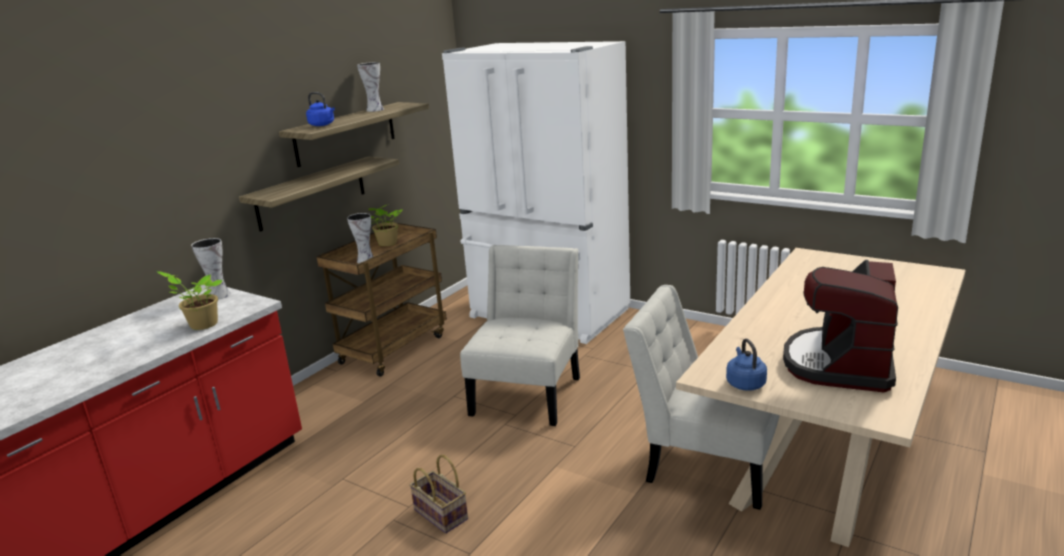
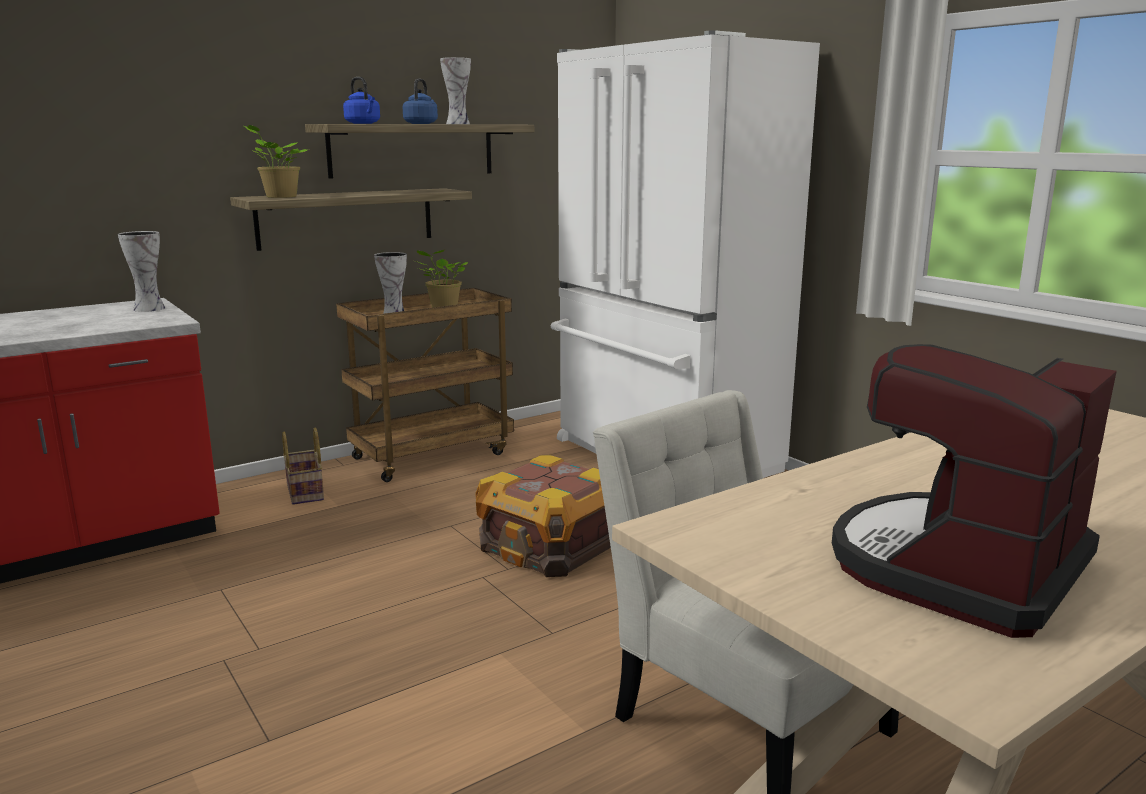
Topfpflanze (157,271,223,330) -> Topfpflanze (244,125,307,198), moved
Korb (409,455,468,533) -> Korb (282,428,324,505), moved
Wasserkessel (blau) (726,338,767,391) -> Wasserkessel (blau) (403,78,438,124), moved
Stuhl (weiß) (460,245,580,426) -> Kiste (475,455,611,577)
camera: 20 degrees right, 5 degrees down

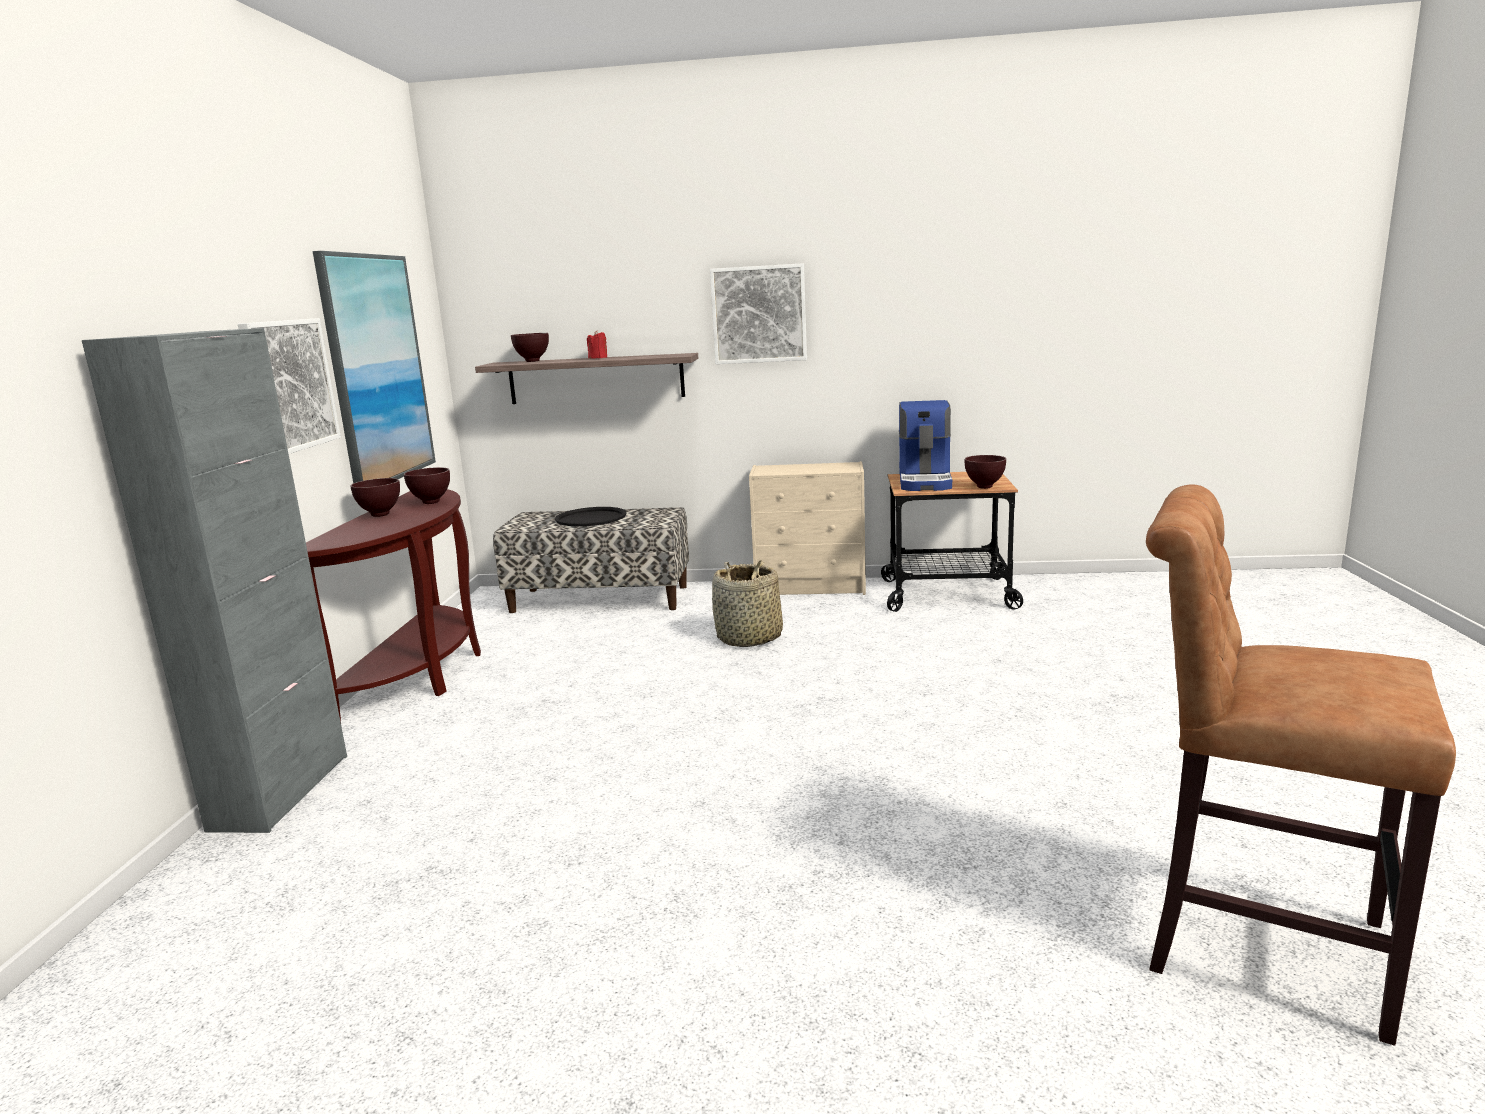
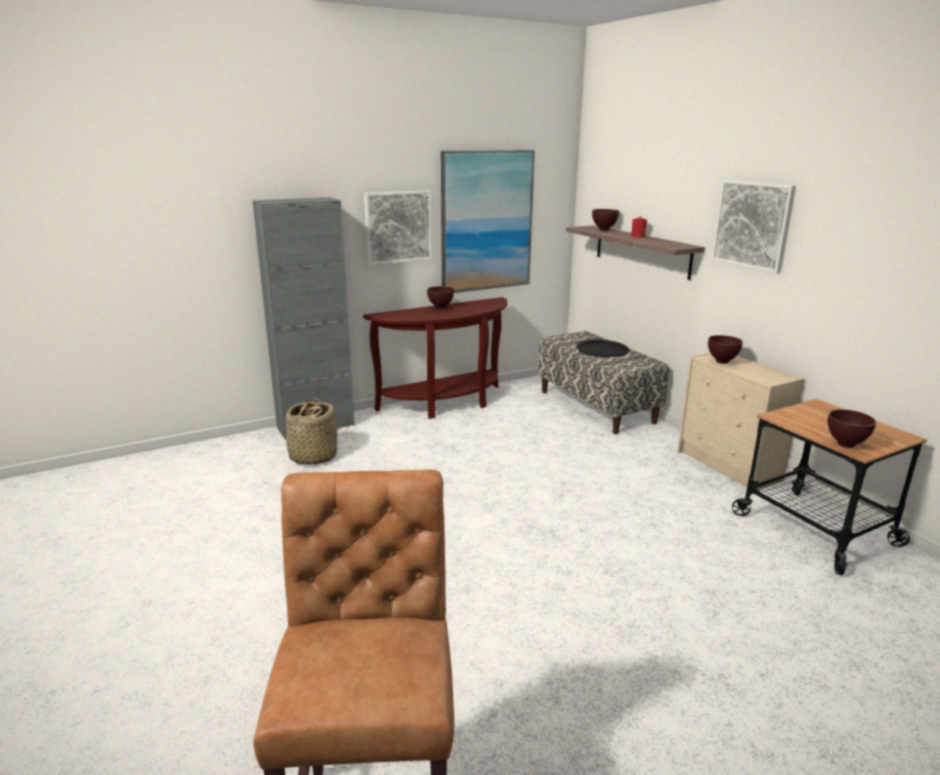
Kaffeemaschine (899,400,952,491) -> none
Schüssel (braun) (404,467,450,504) -> Schüssel (braun) (708,335,743,364), moved
Korb (712,560,783,647) -> Korb (285,398,337,465), moved
camera: 55 degrees right, 5 degrees up

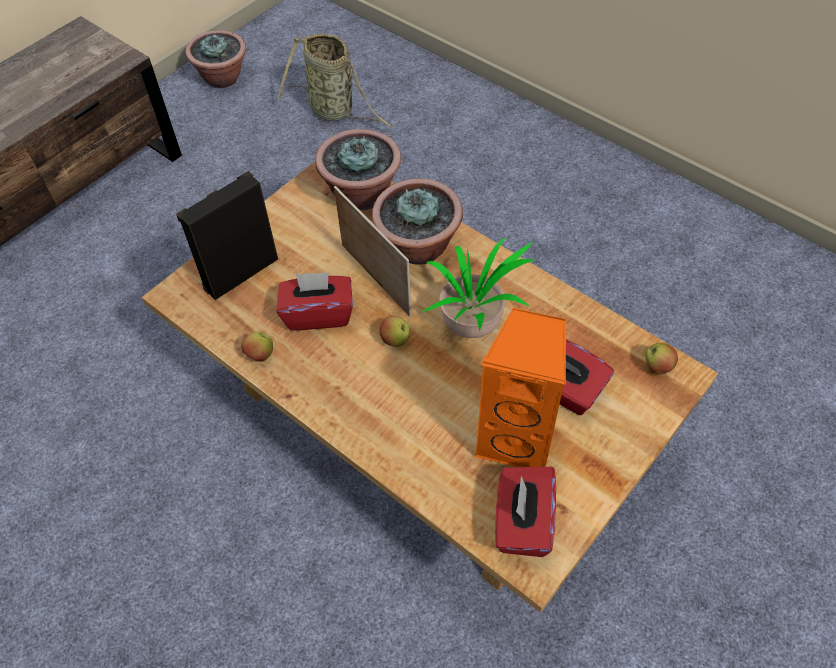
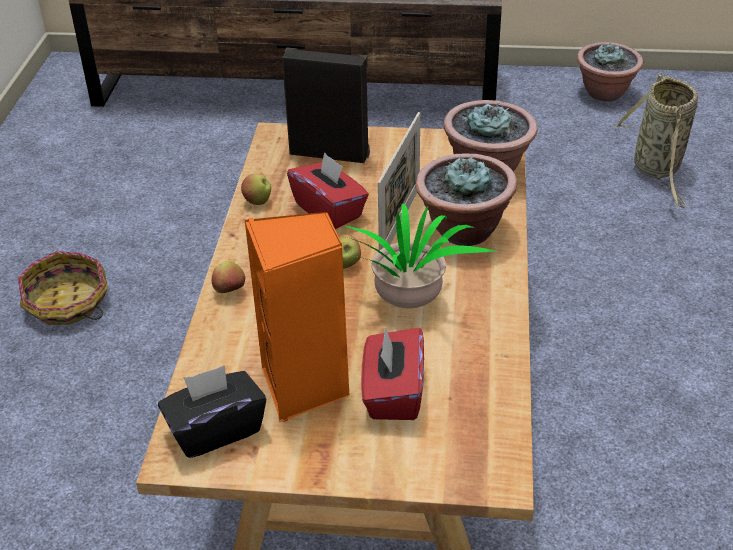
none -> Korb (18,251,108,325)
Apfel (645,343,678,375) -> Apfel (212,262,245,293), moved
Taschentuchbox (rot) (495,467,556,557) -> Taschentuchbox (schwarz) (158,365,266,458)
camera: 55 degrees right, 15 degrees down

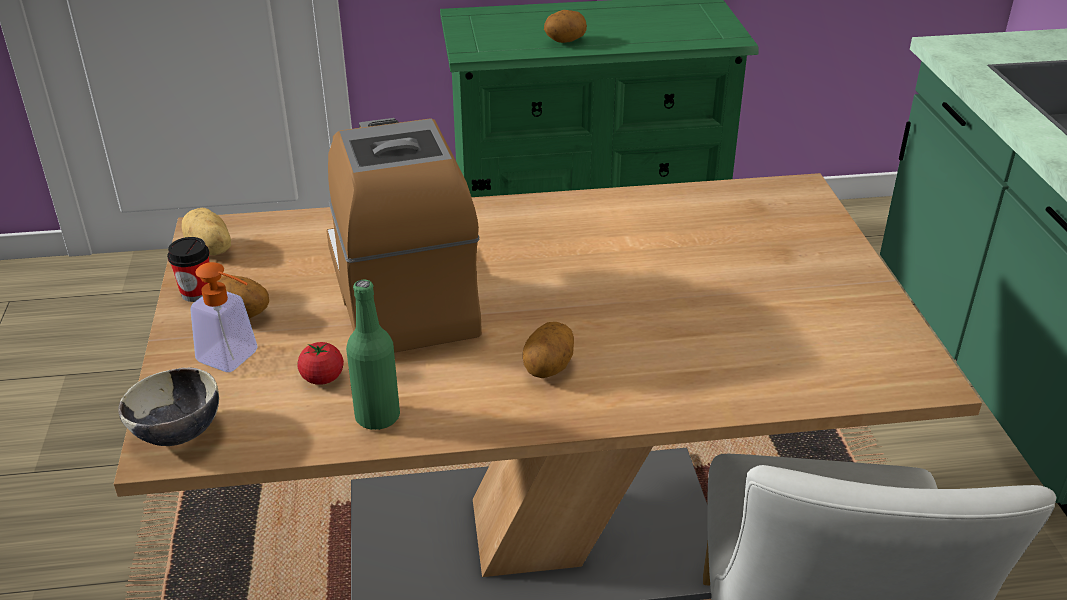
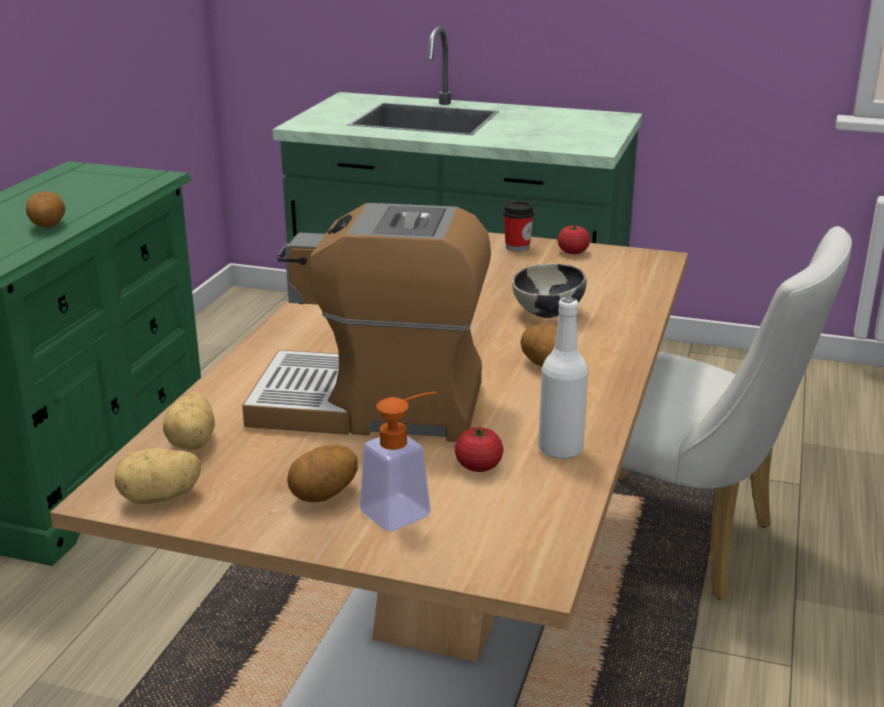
none -> Kartoffel (163,392,215,450)
none -> Tomate (557,225,590,254)
Schüssel (118,367,219,446) -> Schüssel (512,263,587,318), moved
Tasse (167,237,209,302) -> Tasse (503,201,534,251), moved
Flasche (grün) (346,280,400,430) -> Flasche (weiß) (538,297,588,459)
camera: 65 degrees left, 10 degrees down

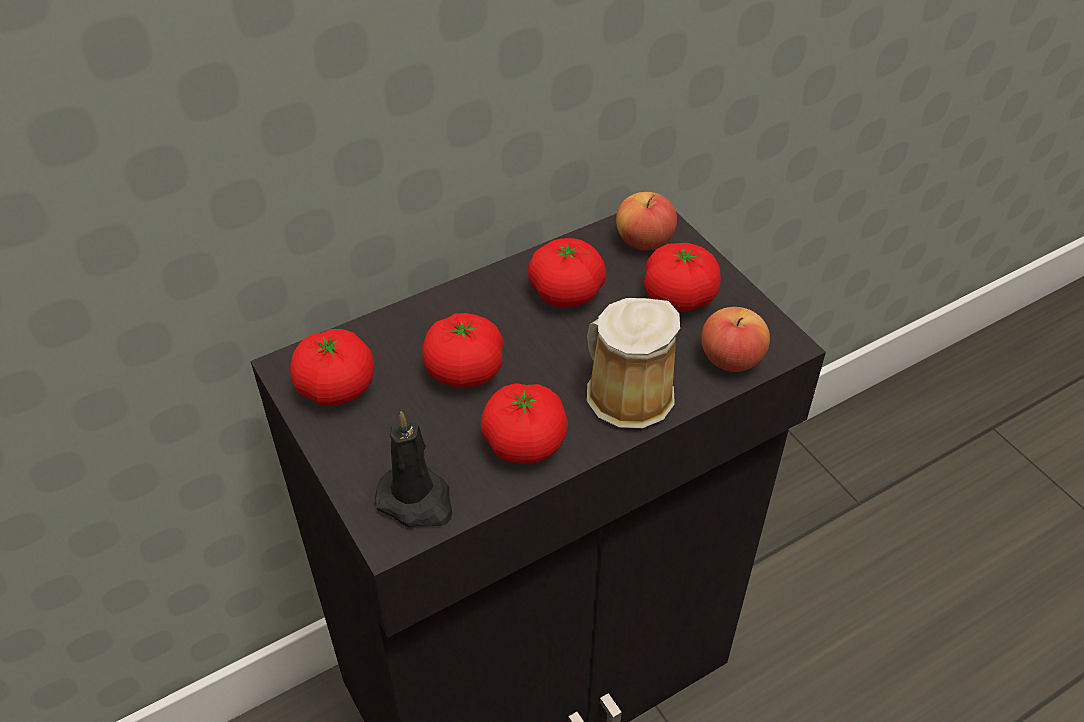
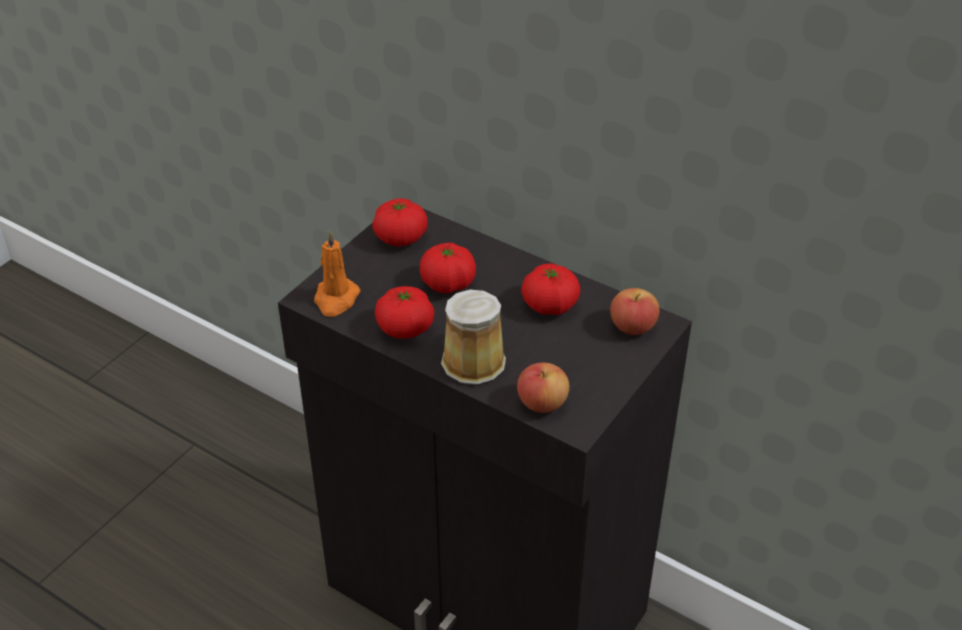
Tomate (644,243,721,312) -> none
Kerze (schwarz) (375,411,452,527) -> Kerze (orange) (314,230,360,317)
camera: 65 degrees right, 5 degrees down

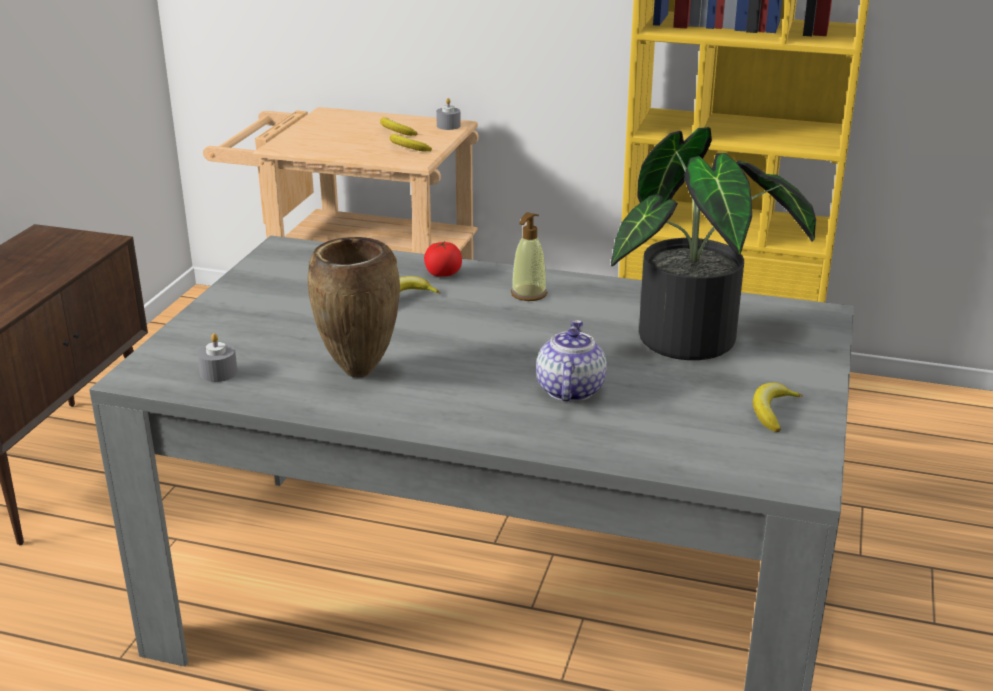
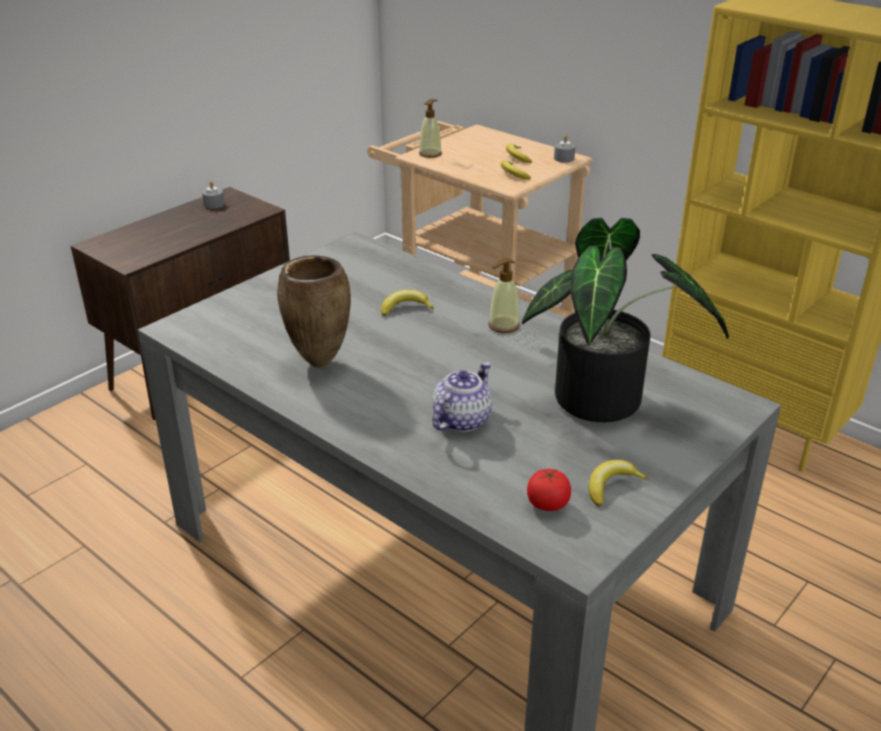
none -> Seifenspender (419,99,442,158)
Kerze (grau) (197,333,238,382) -> Kerze (grau) (202,181,225,209), moved
Tomate (424,241,462,277) -> Tomate (527,469,571,511), moved
camera: 25 degrees right, 5 degrees up

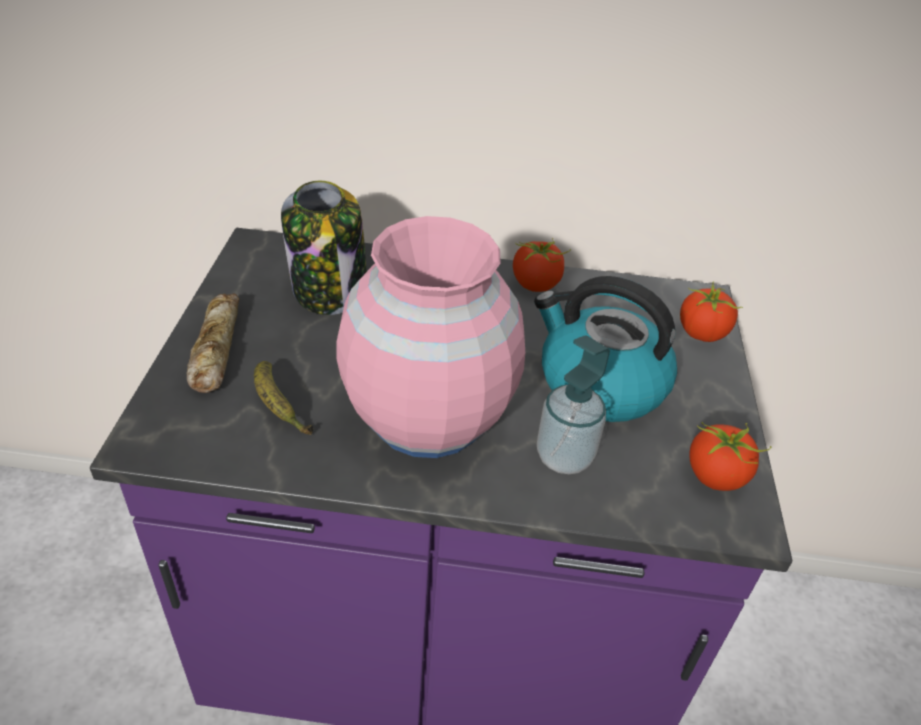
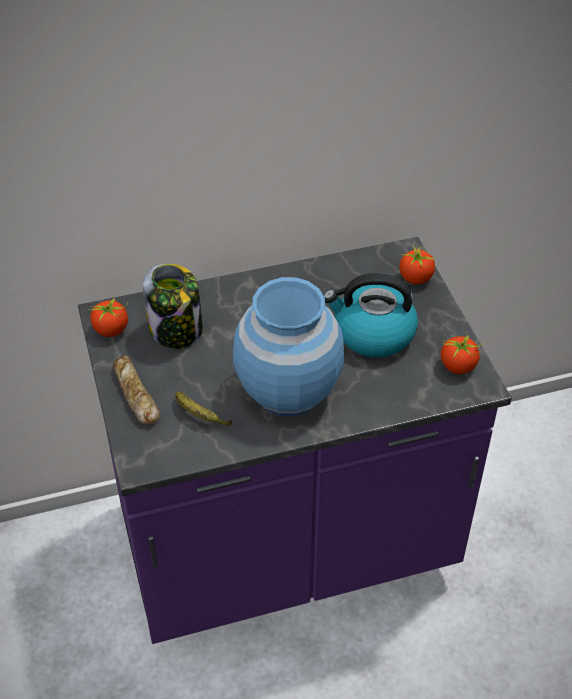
Seifenspender (537,335,610,474) -> none
Tomate (513,238,571,292) -> Tomate (88,296,128,337), moved
Vase (rosa) (336,216,525,458) -> Vase (blau) (233,277,344,416)
camera: 20 degrees left, 5 degrees up

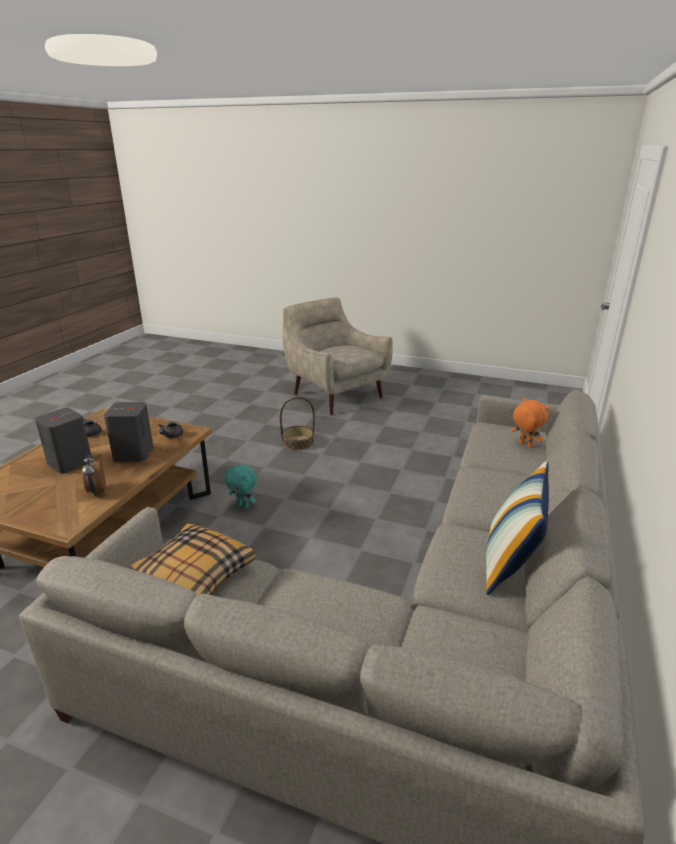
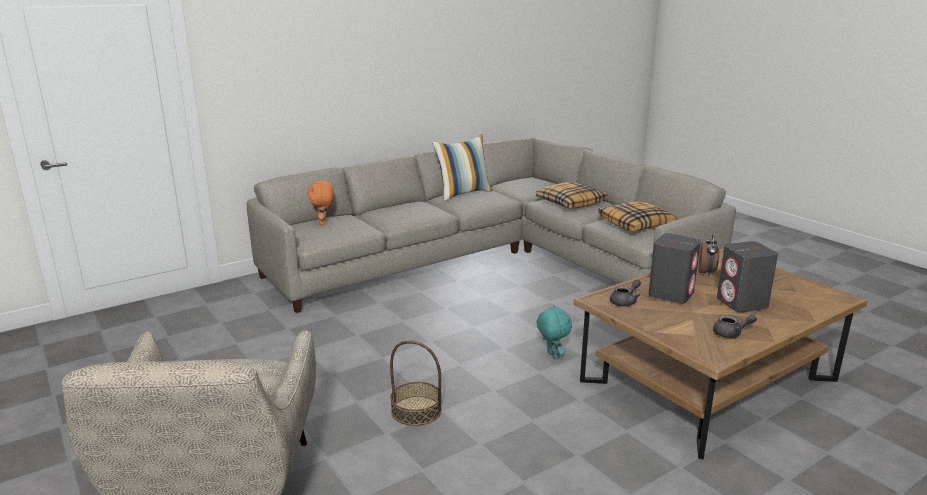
none -> Kissen (536,182,607,208)
camera: 145 degrees left, 5 degrees down

